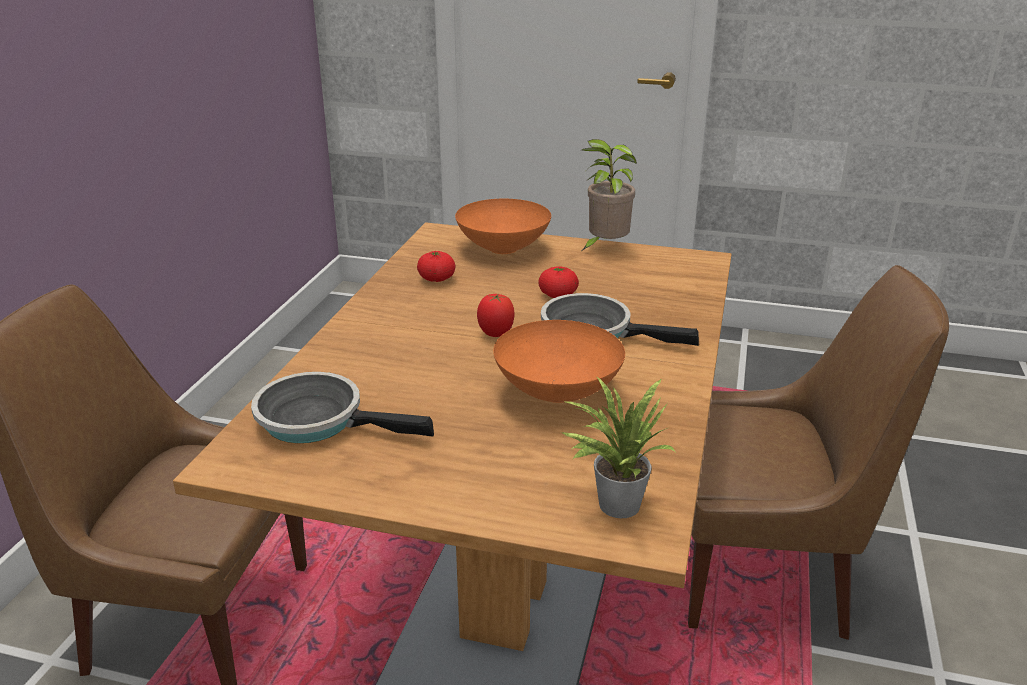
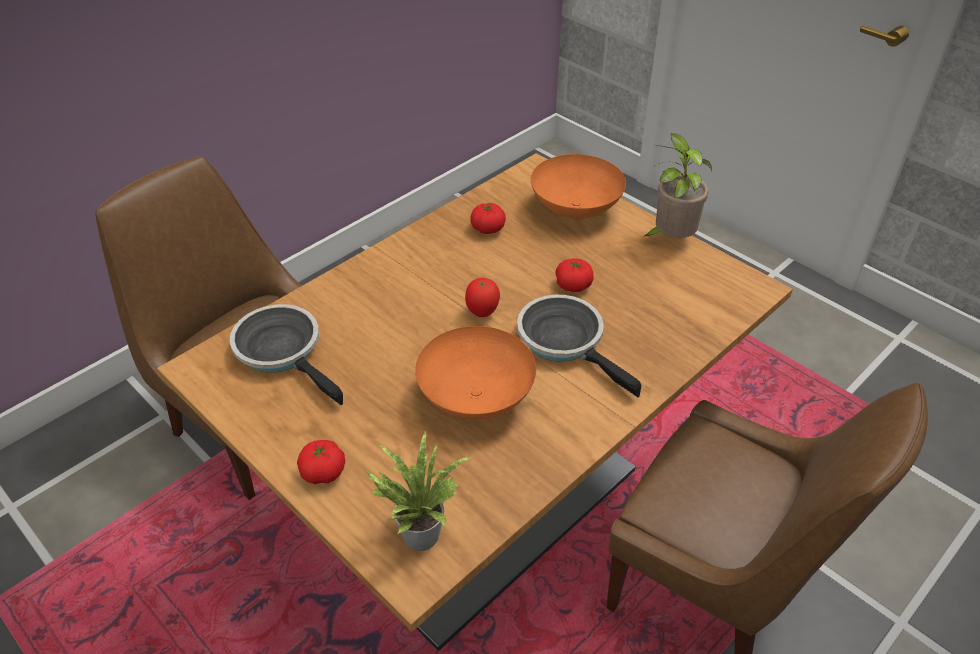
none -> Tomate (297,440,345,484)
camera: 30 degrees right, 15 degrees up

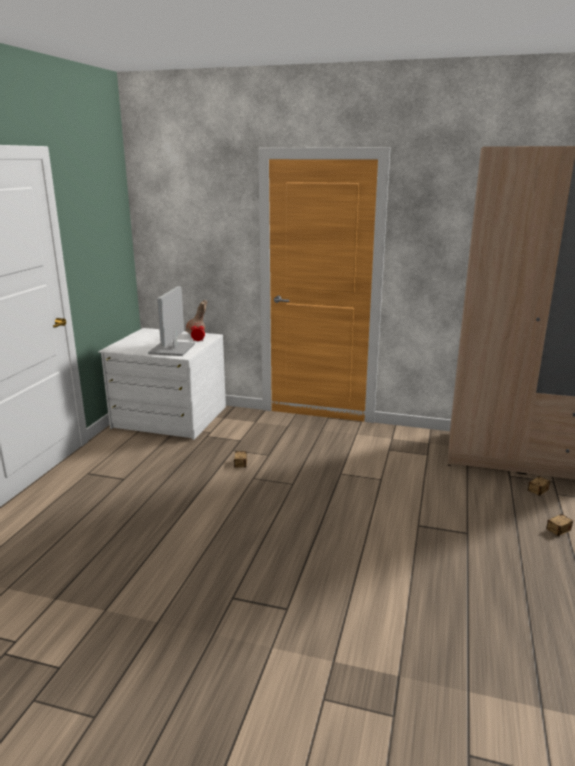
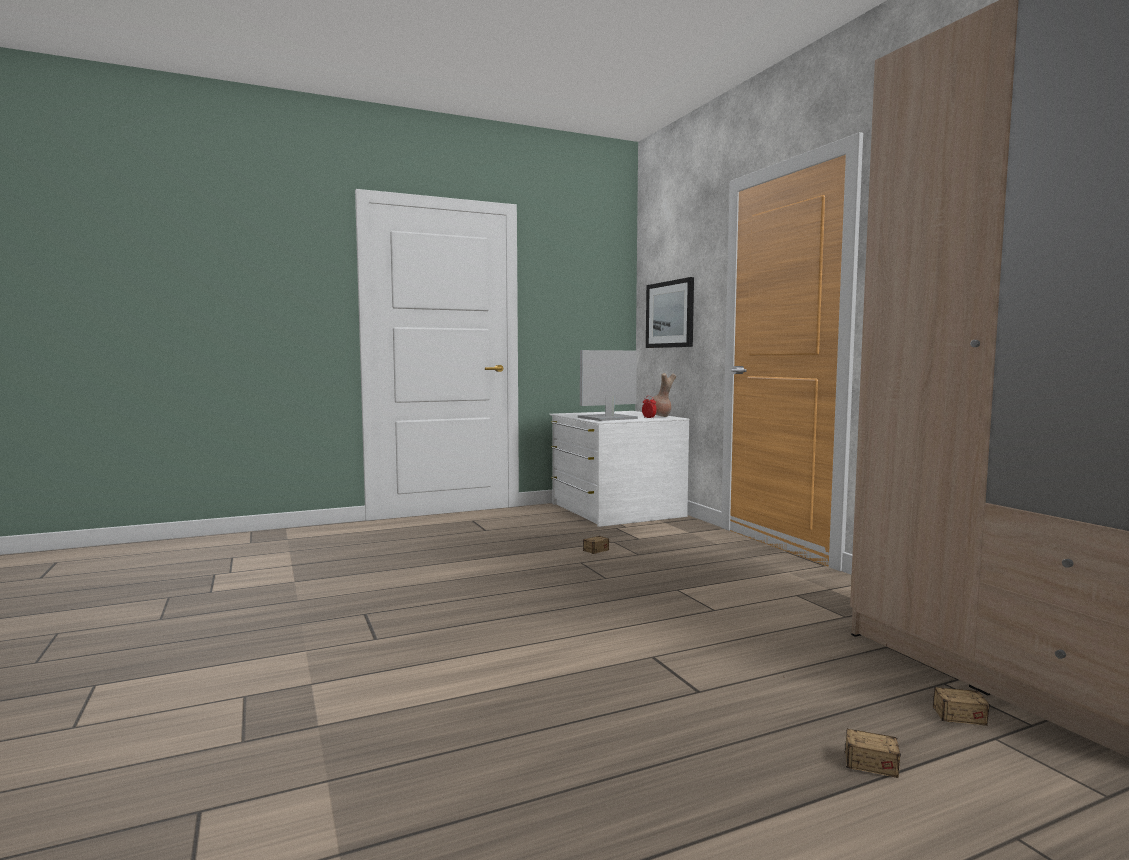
none -> Bild (646,277,694,348)
camera: 50 degrees right, 15 degrees down

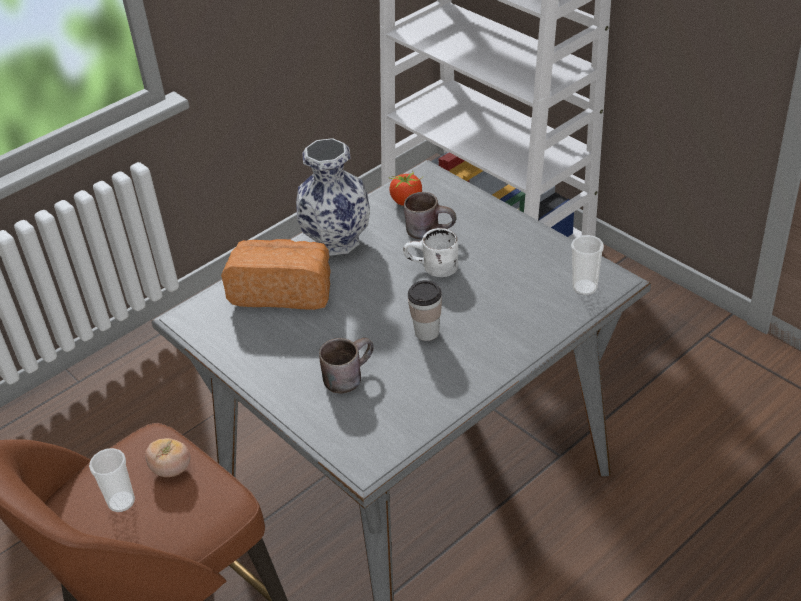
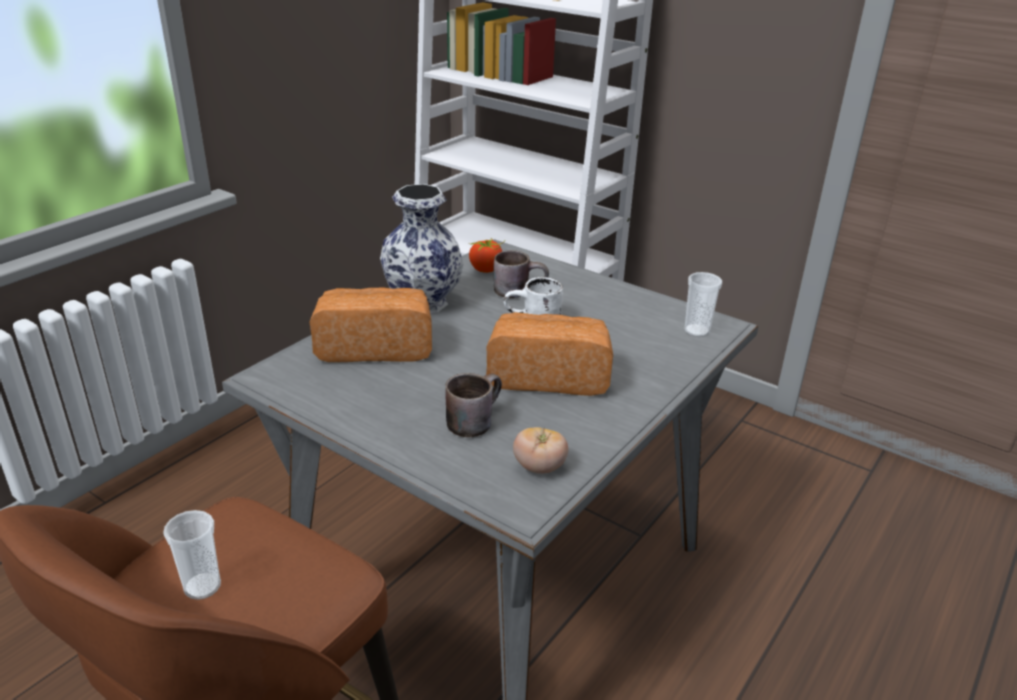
Tomate (145,438,191,477) -> Tomate (513,427,569,474), moved
Tasse (408,280,442,341) -> Brot (486,312,613,396)
camera: 15 degrees left, 10 degrees down

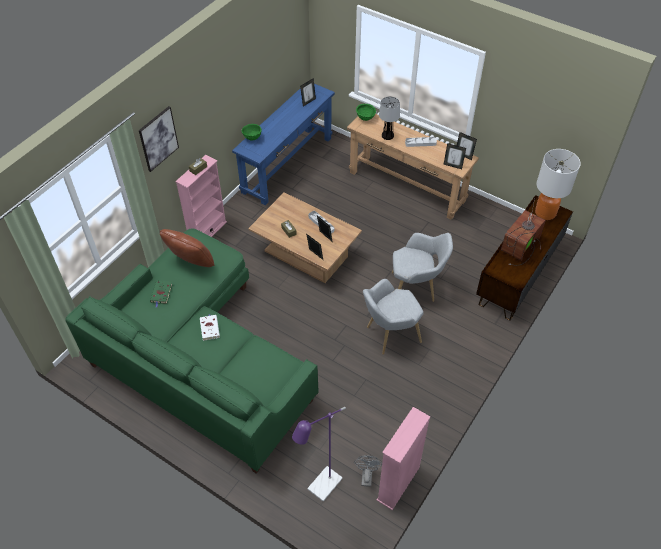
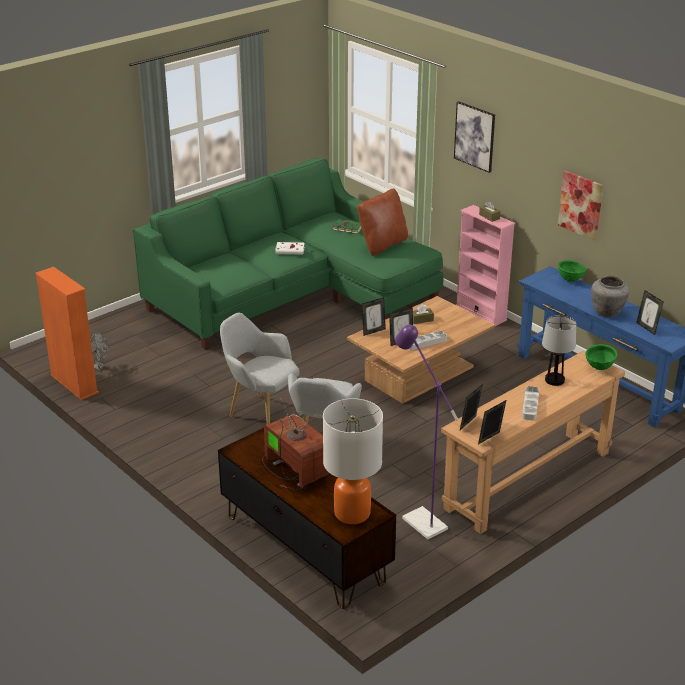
none -> Bild (558,171,603,241)
none -> Vase (grau) (591,276,629,317)
Stehlampe (lila) (292,407,346,501) -> Stehlampe (lila) (395,324,459,539), moved
Bücherregal (rosa) (377,407,430,510) -> Bücherregal (orange) (35,267,99,400)
Sessel (grau) (363,279,424,355) -> Sessel (grau) (220,313,299,424), 45 degrees counterclockwise
camera: 105 degrees right, 20 degrees down

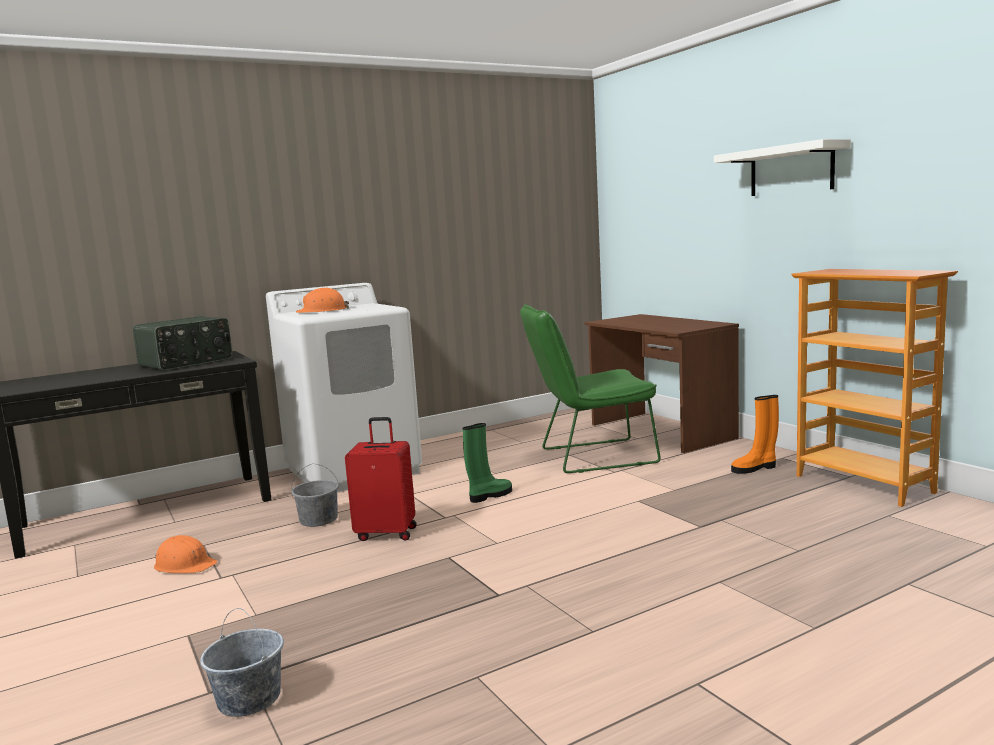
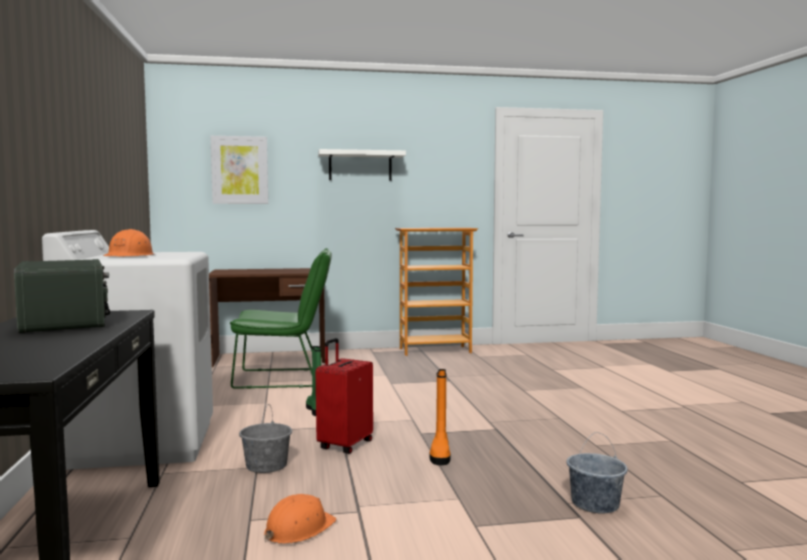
none -> Bild (211,136,268,204)
Stiefel (orange) (731,395,779,474) -> Stiefel (orange) (430,369,450,465), moved
Stuhl (grün) (520,304,661,473) -> Stuhl (grün) (230,248,332,389), 105 degrees counterclockwise
camera: 70 degrees left, 5 degrees down

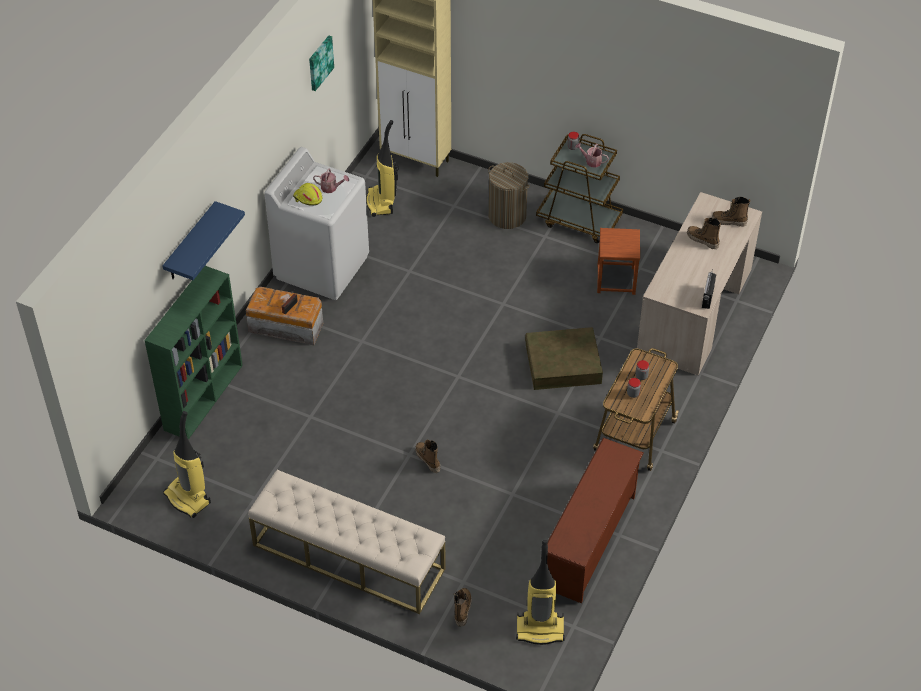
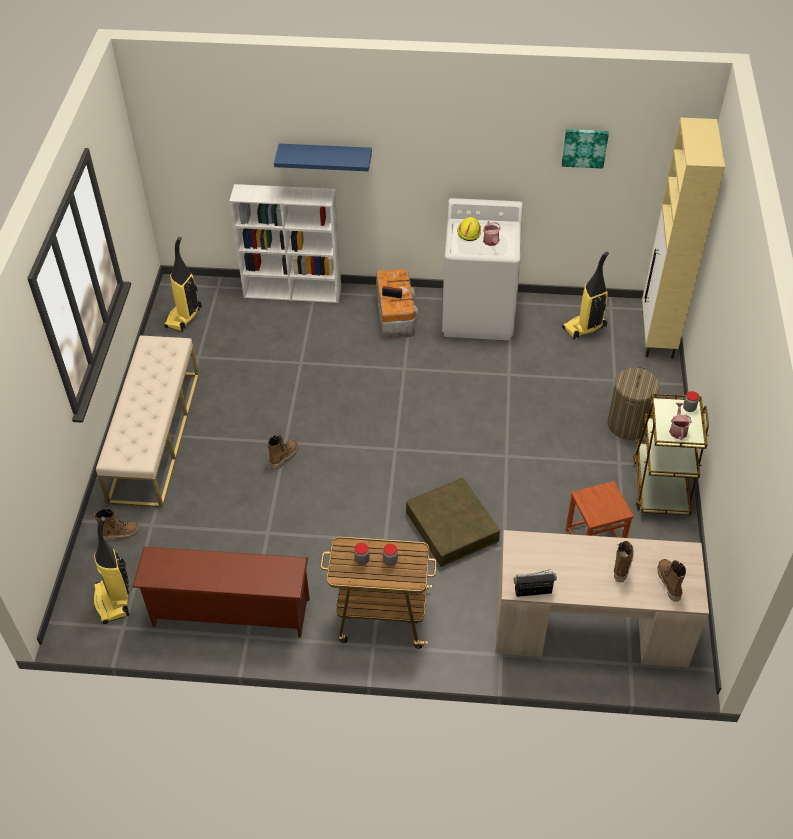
Bücherregal (grün) (144,266,243,440) -> Bücherregal (weiß) (229,184,341,303)
camera: 70 degrees right, 0 degrees up

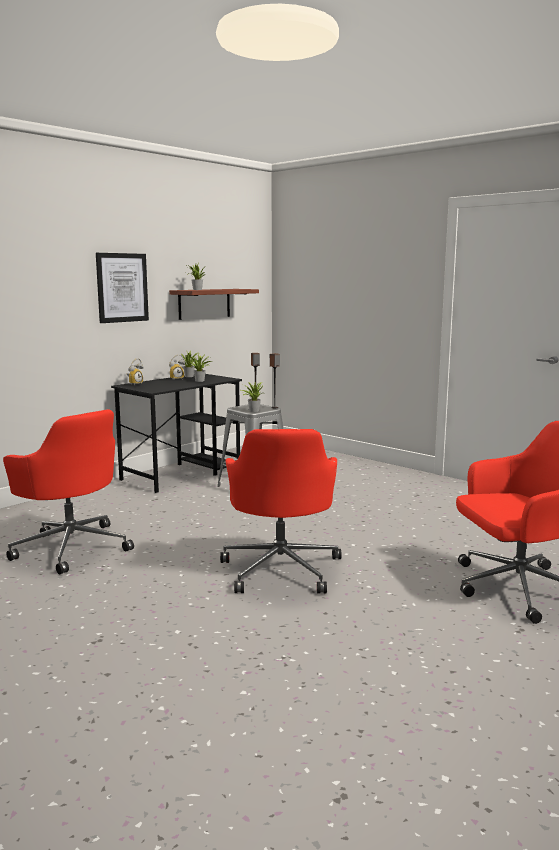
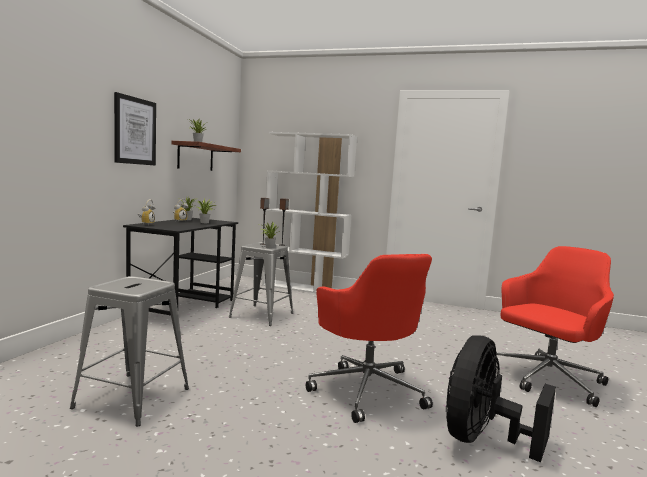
none -> Bücherregal (weiß) (262,132,357,294)
none -> Ventilator (schwarz) (446,335,556,462)
Bürostuhl (rot) (3,409,134,574) -> Hocker (grau) (70,276,189,427)
camera: 25 degrees left, 5 degrees down

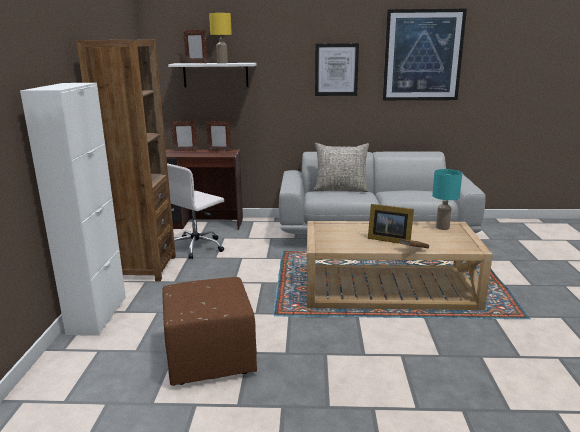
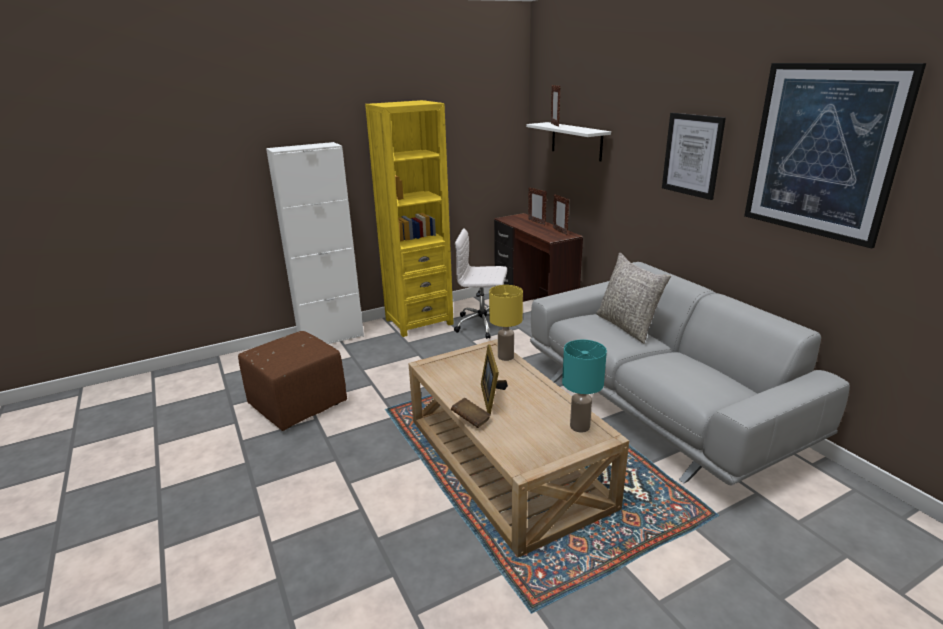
Tischlampe (gelb) (209,13,232,64) -> Tischlampe (gelb) (489,285,523,361), moved
Bücherregal (braun) (76,40,176,281) -> Bücherregal (gelb) (365,100,454,337)
camera: 60 degrees right, 5 degrees up

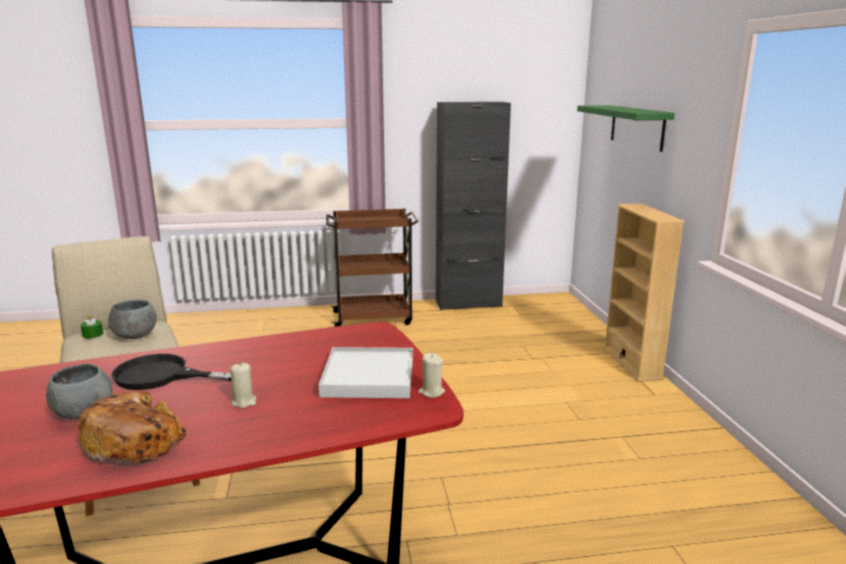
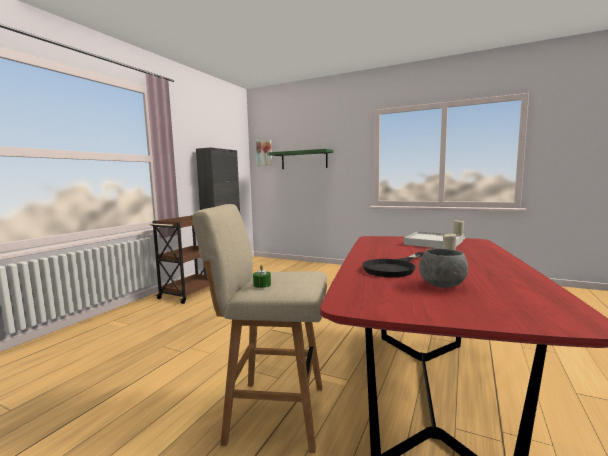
Brot (78,390,188,467) -> none
Schüssel (grau) (108,299,157,339) -> none
Bücherregal (beige) (603,203,685,382) -> none
none -> Bild (256,140,272,166)
camera: 55 degrees left, 10 degrees down

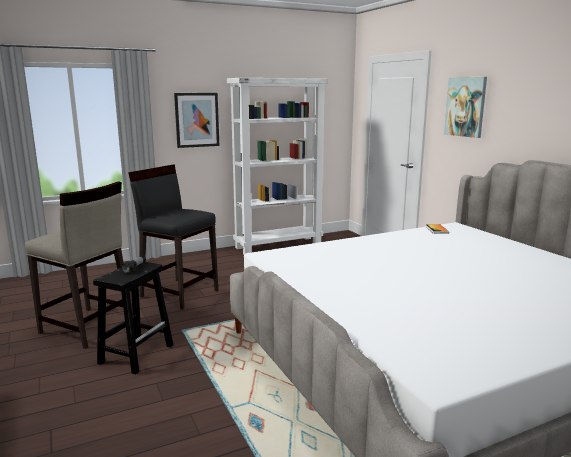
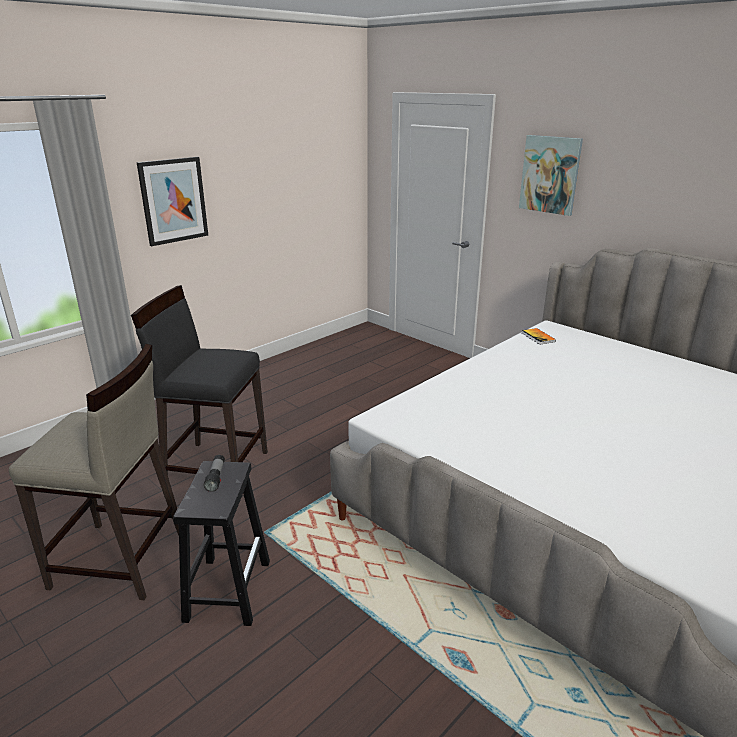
Bücherregal (weiß) (227,78,328,254) -> none
camera: 20 degrees left, 10 degrees up

